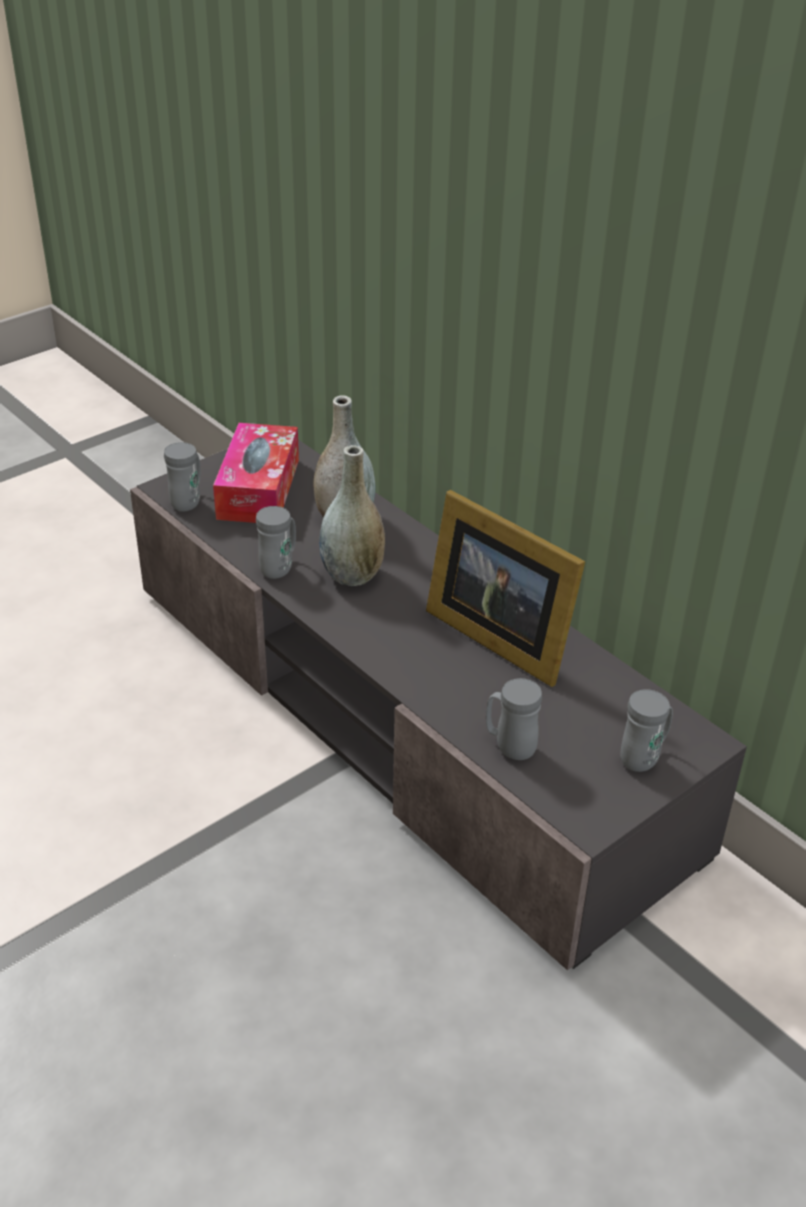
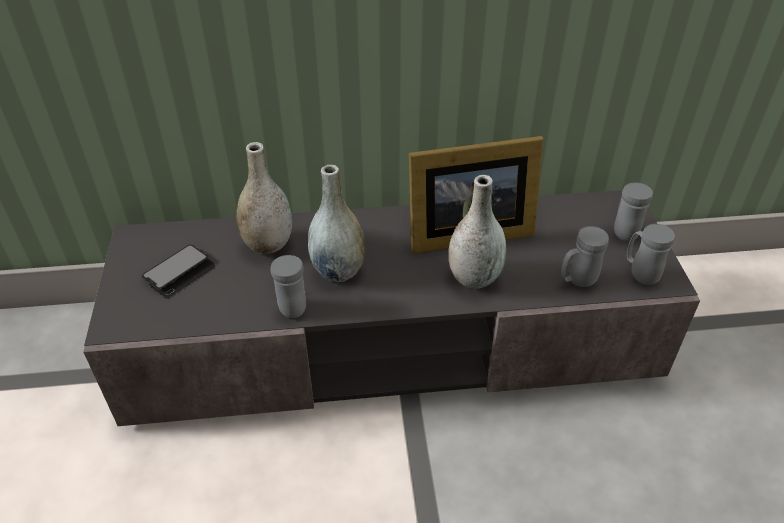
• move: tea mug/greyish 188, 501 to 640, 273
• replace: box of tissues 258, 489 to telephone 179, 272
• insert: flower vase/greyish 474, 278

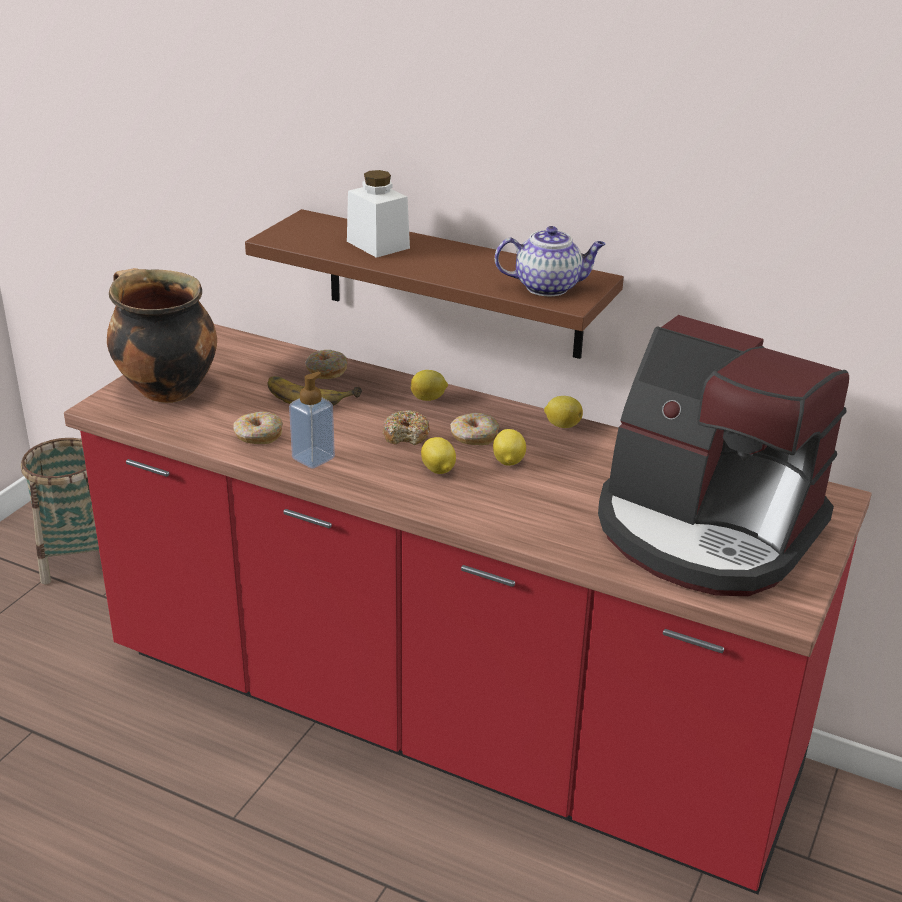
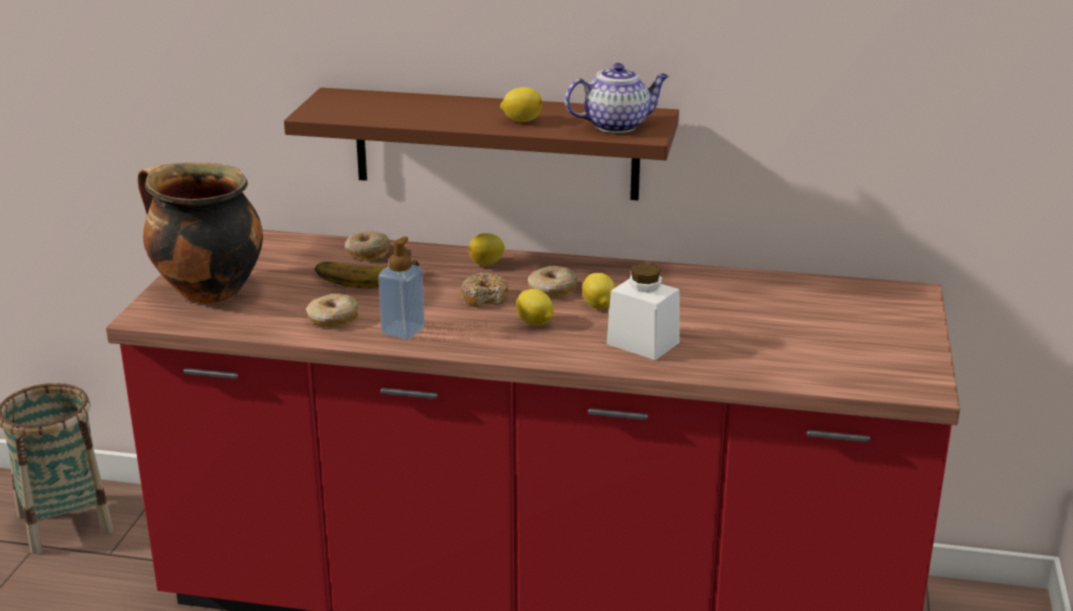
• move: storage jar/white-coloured 378, 244 to 643, 343
• move: whole lemon 562, 425 to 521, 120
• delete: coffee brewer 706, 530

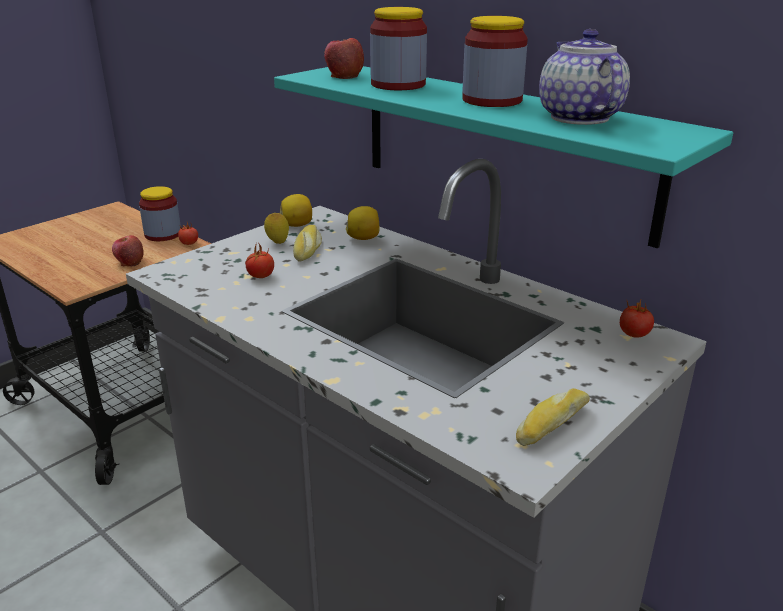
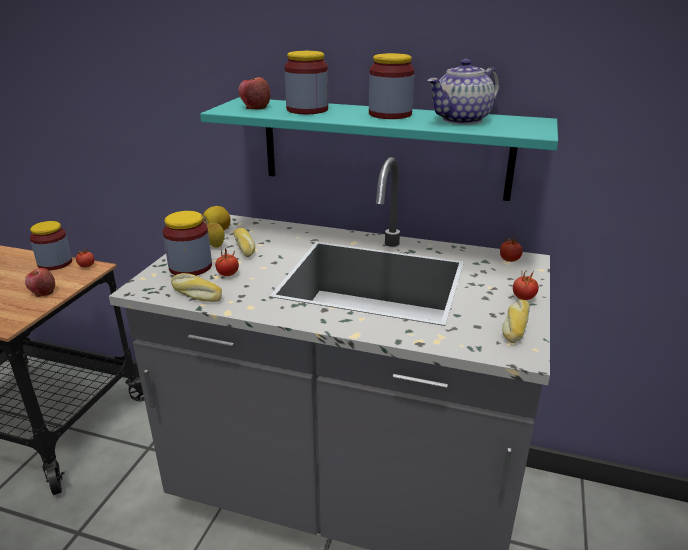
• delete: whole lemon 364, 238
• rotate: tea pot 578, 117 = 461, 120 90 degrees counterclockwise
• insert: storage jar 190, 267
• insert: baked bread 195, 294
• insert: fresh tomato 523, 298

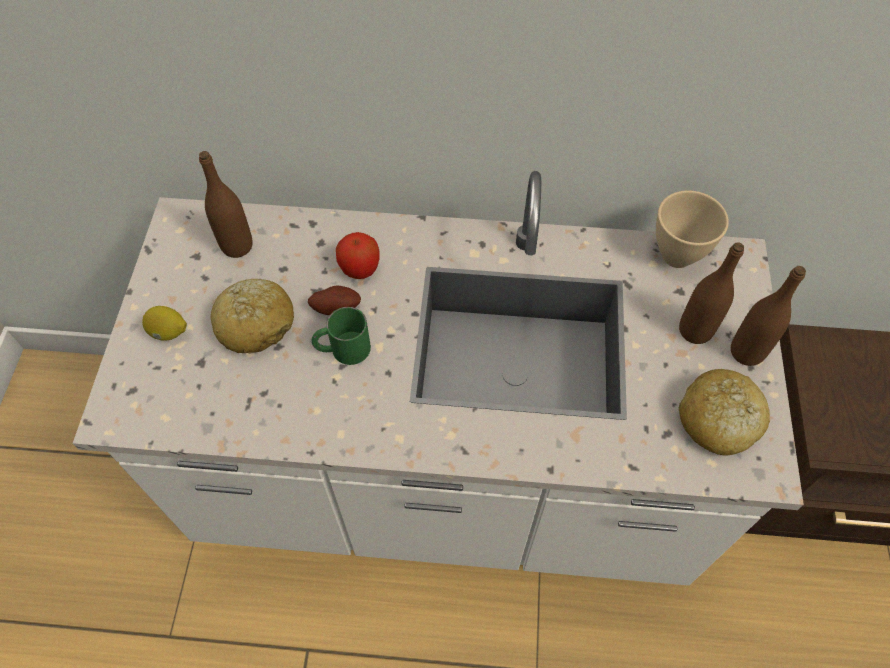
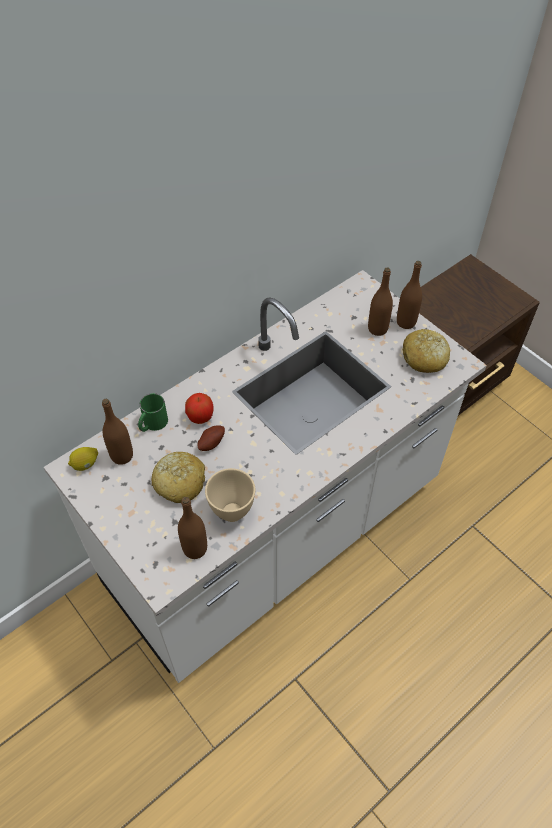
• move: whole lemon 169, 332 to 85, 464
• move: tea mug/greenish 342, 349 to 152, 424
• move: deep dish/beige 678, 256 to 233, 511
• insert: drink bottle/brown-coloured 195, 548

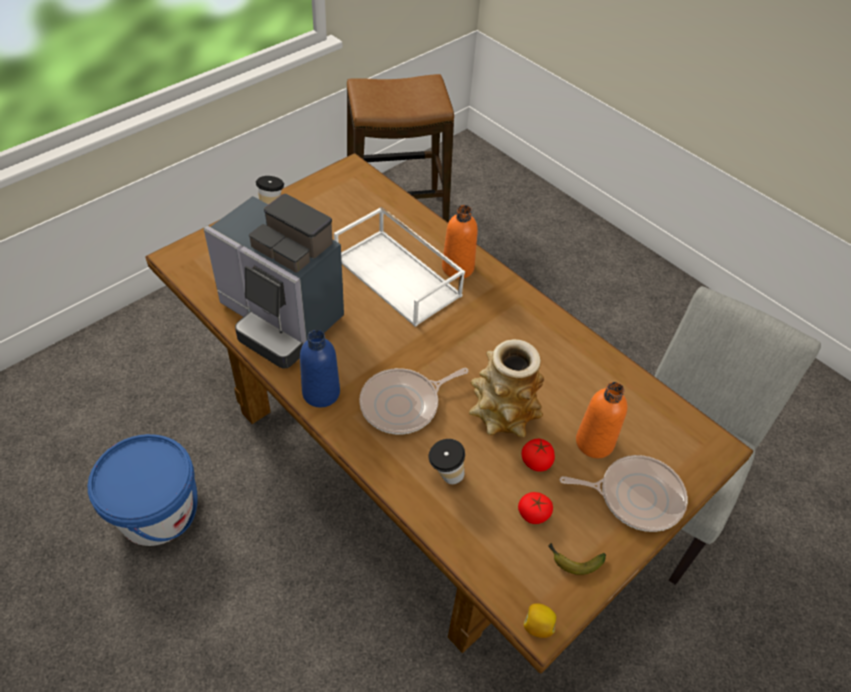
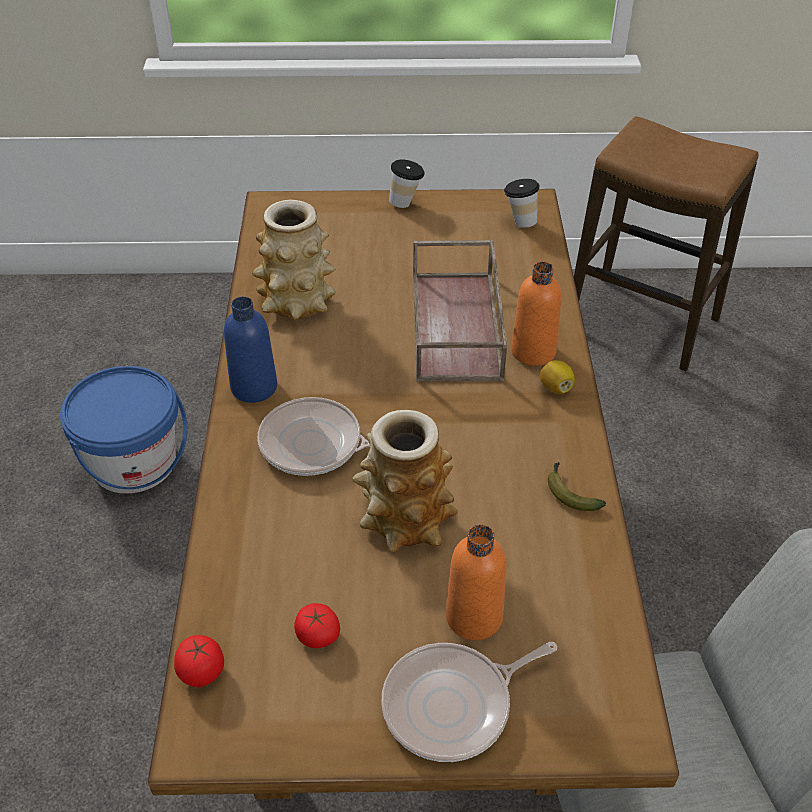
• replace: coffee brewer 281, 318 to flower vase 297, 303
• recolor: carrying tray/white-coloured 399, 277 to carrying tray/brown-coloured 458, 326
• move: small cup 445, 476 to 519, 222
• move: fresh tomato 536, 462 to 202, 671
• move: whole lemon 537, 626 to 555, 387
• move: banana 573, 561 to 569, 492
• rotate: skillet 635, 496 = 453, 705 105 degrees clockwise

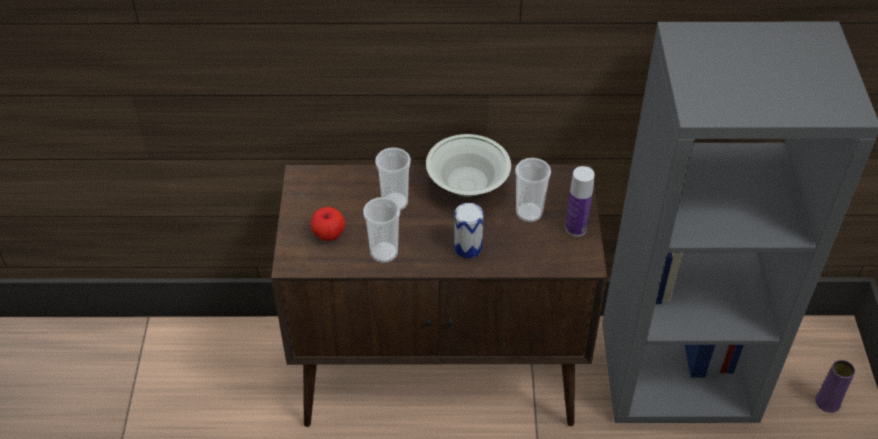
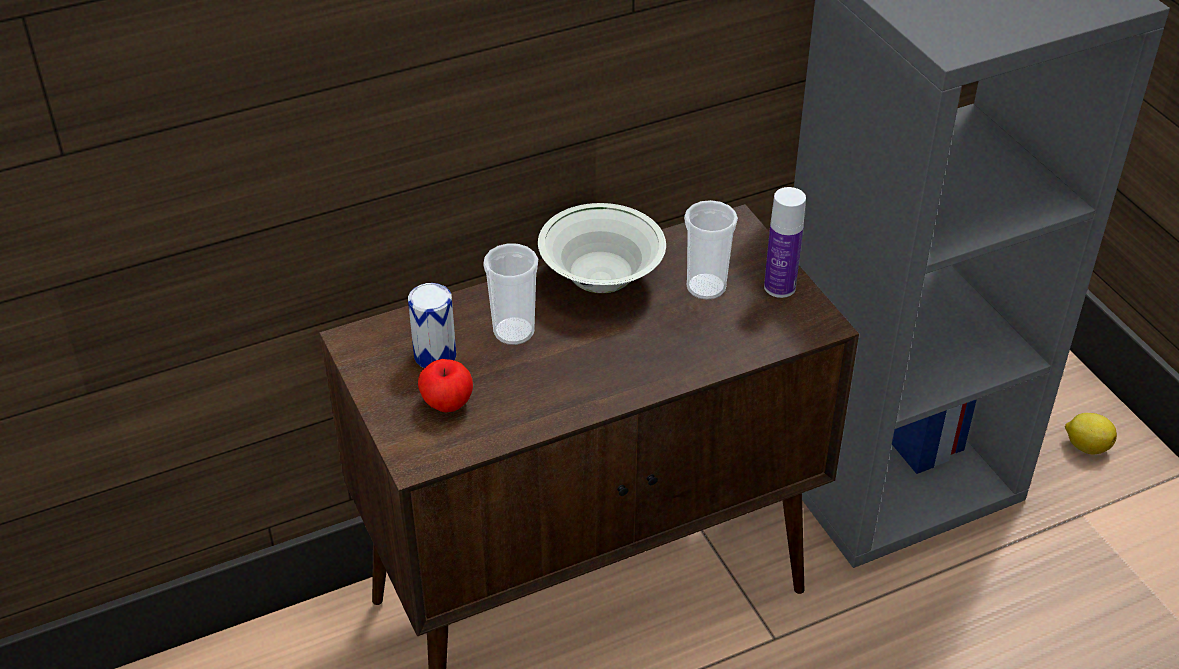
• delete: small cup 384, 253
• move: sealed can 468, 248 to 435, 355
• replace: flower vase/purple-coloured 827, 402 to whole lemon 1086, 446

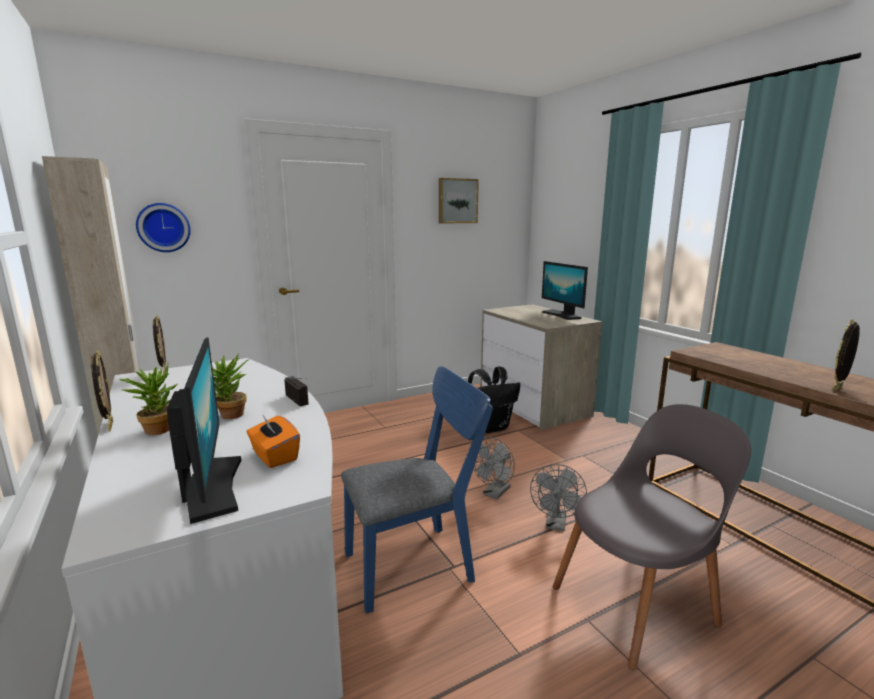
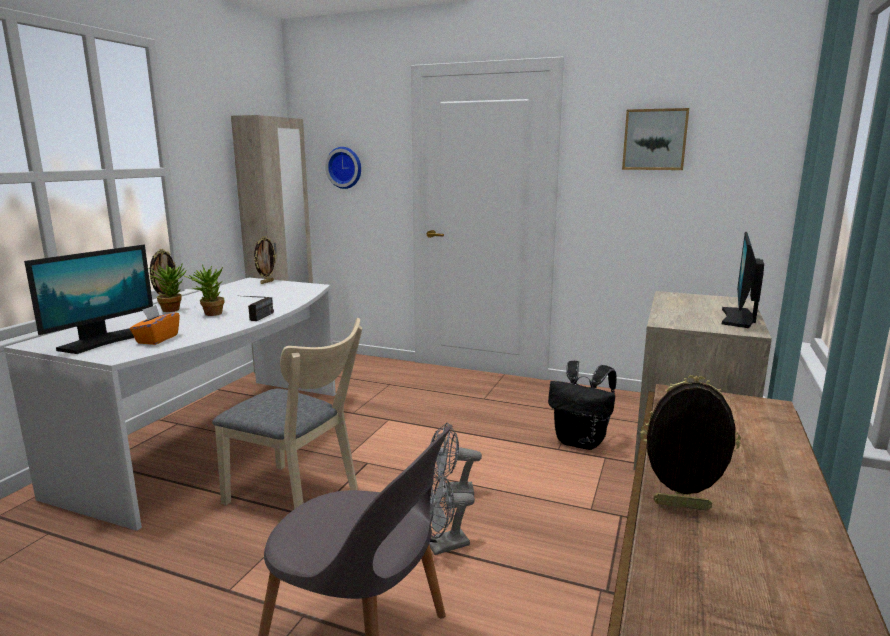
• recolor: upright chair/bluish 418, 563 to upright chair/beige 299, 499

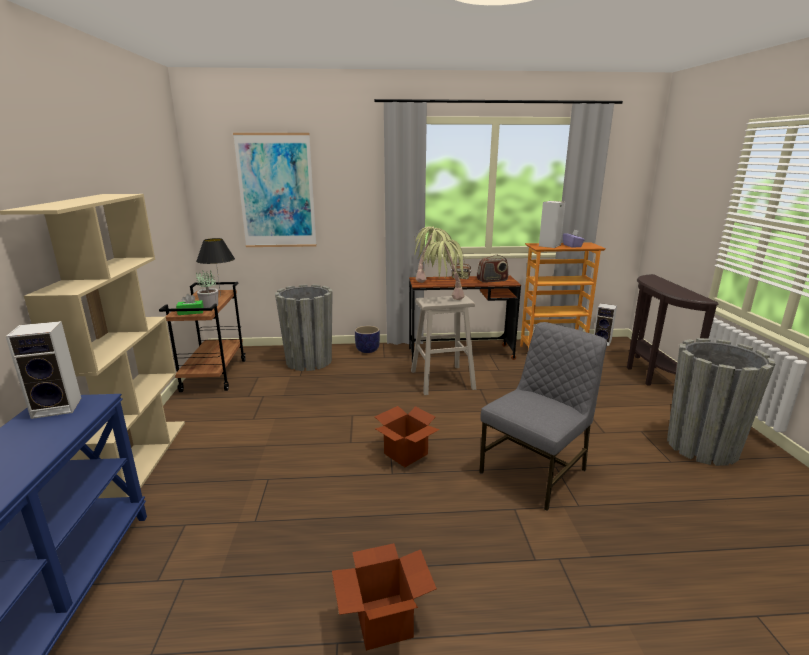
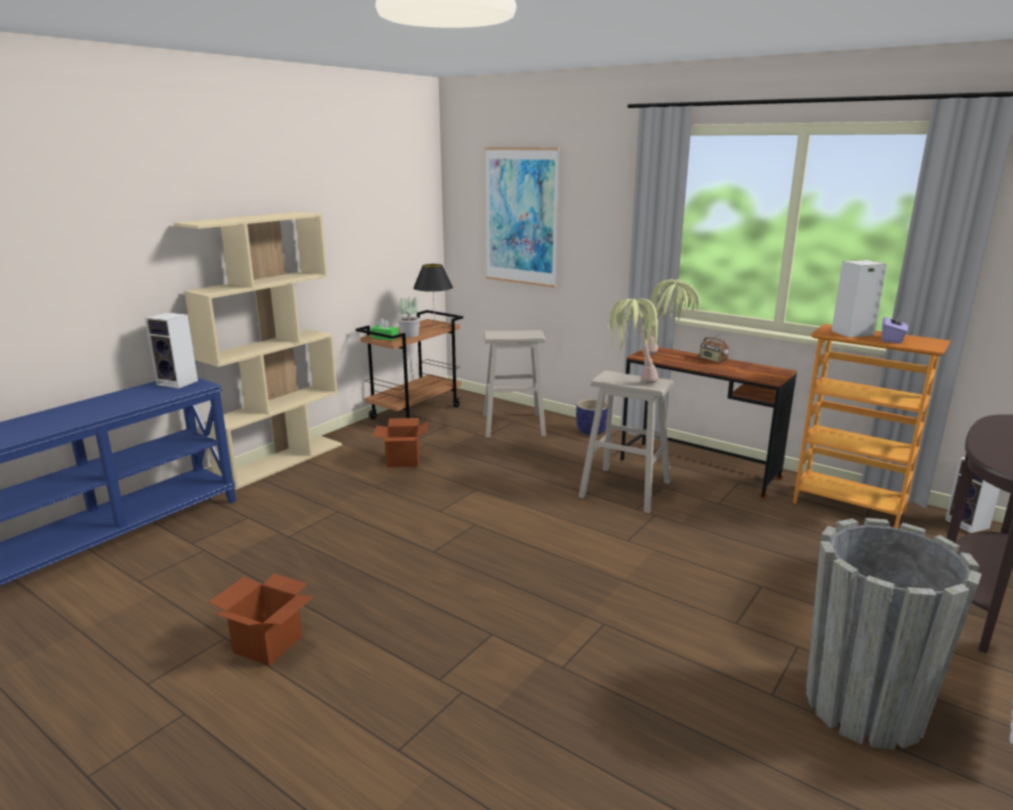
• replace: plant pot/greyish 309, 361 to stool/beige 513, 425
• move: carton 406, 453 to 403, 460
• delete: radio 492, 280
• delete: upright chair/greyish 536, 471

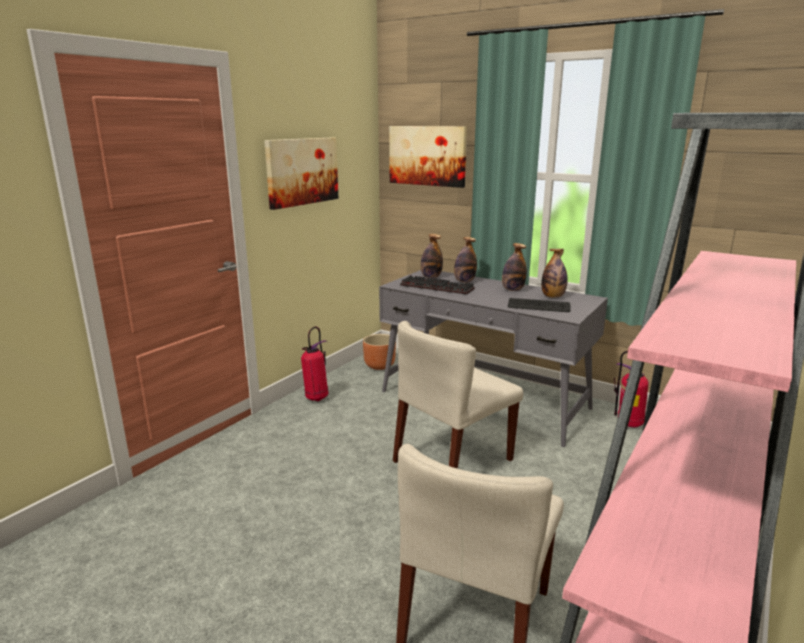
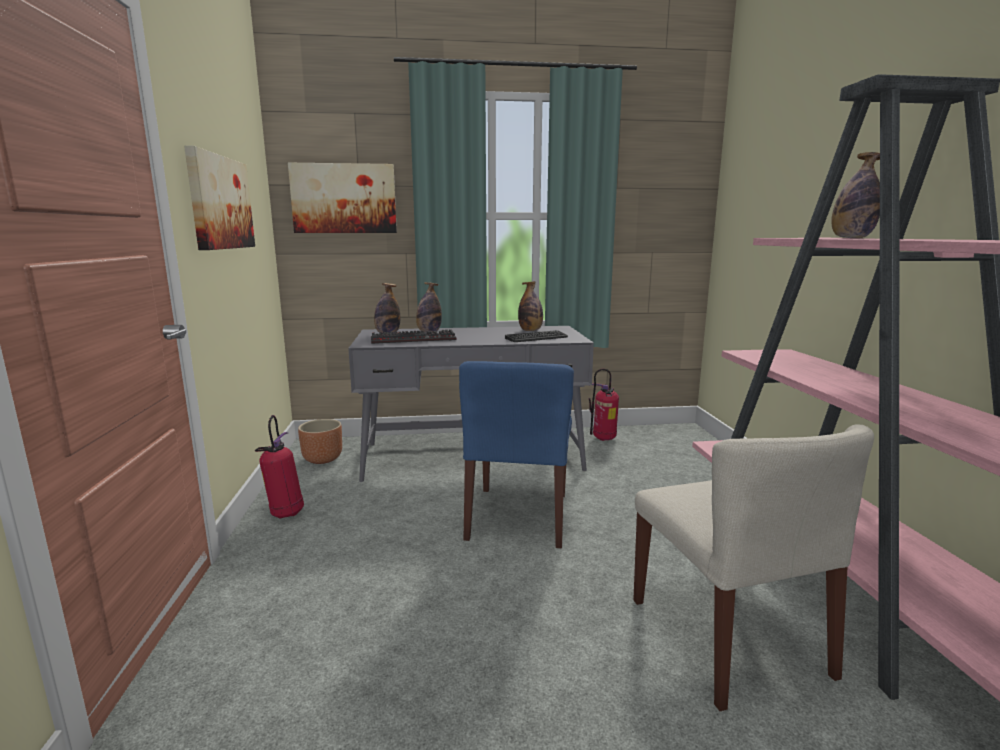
• recolor: upright chair/beige 452, 461 to upright chair/bluish 519, 516
• move: drink bottle 512, 290 to 851, 238

